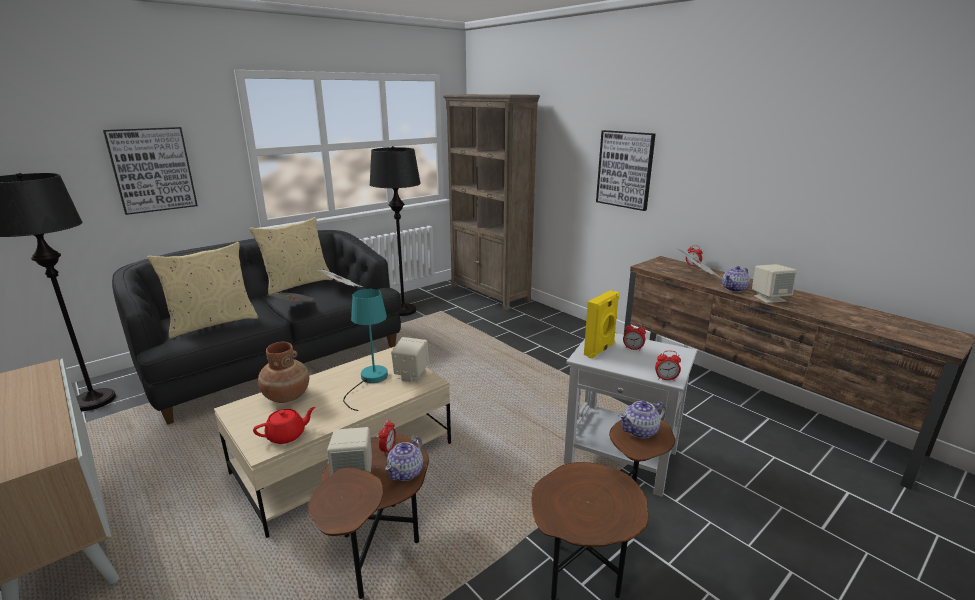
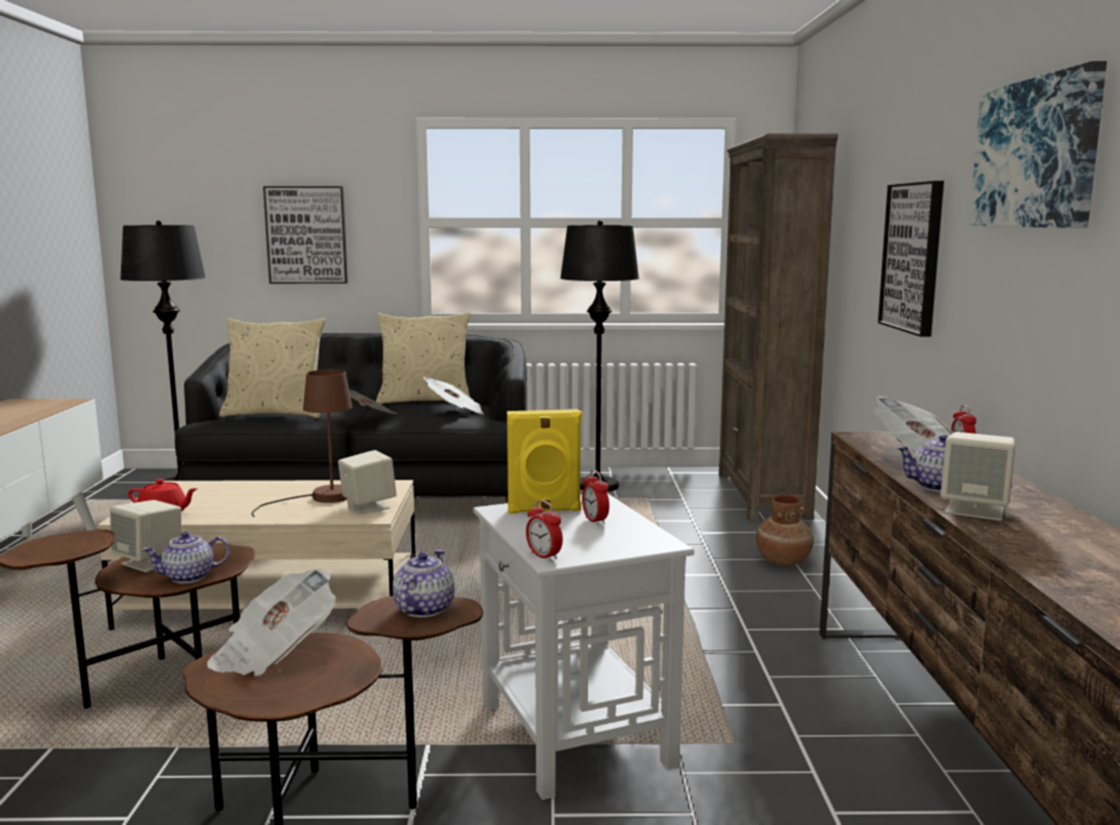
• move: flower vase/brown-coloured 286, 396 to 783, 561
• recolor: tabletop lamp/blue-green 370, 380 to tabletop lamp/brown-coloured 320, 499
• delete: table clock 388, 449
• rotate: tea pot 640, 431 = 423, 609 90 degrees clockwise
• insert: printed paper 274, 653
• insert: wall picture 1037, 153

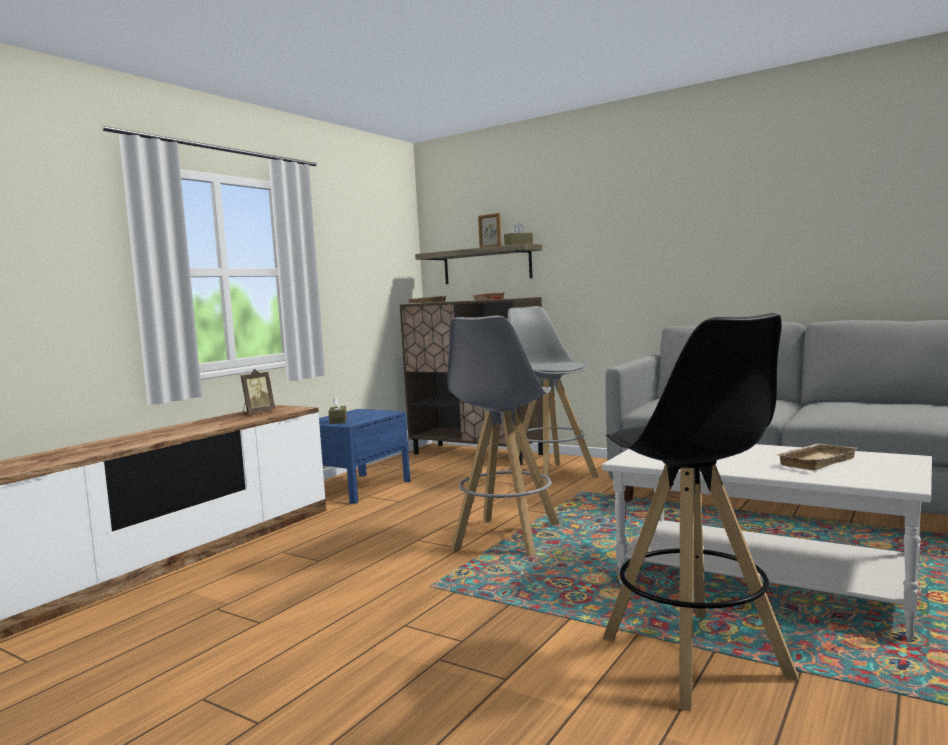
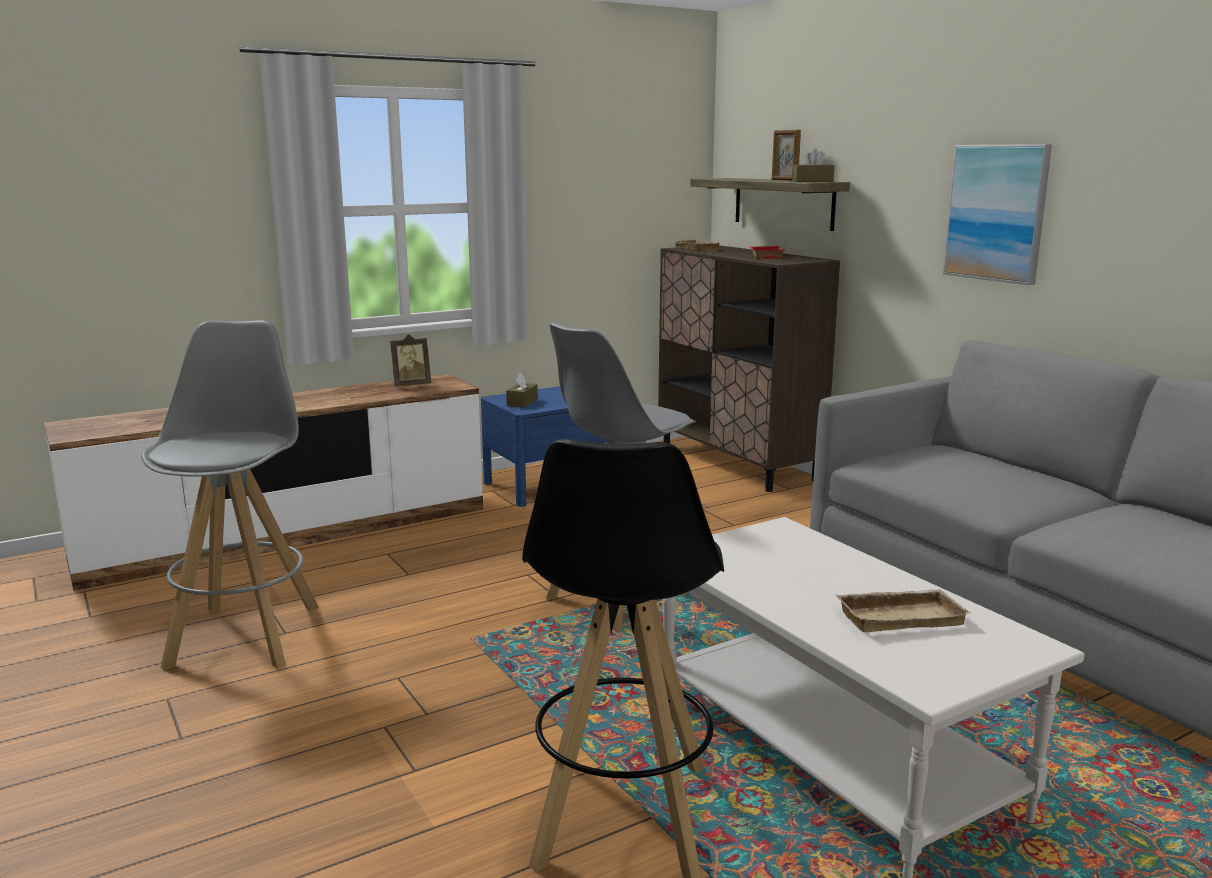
• move: stool/greyish 551, 474 to 246, 635
• insert: wall picture 996, 213

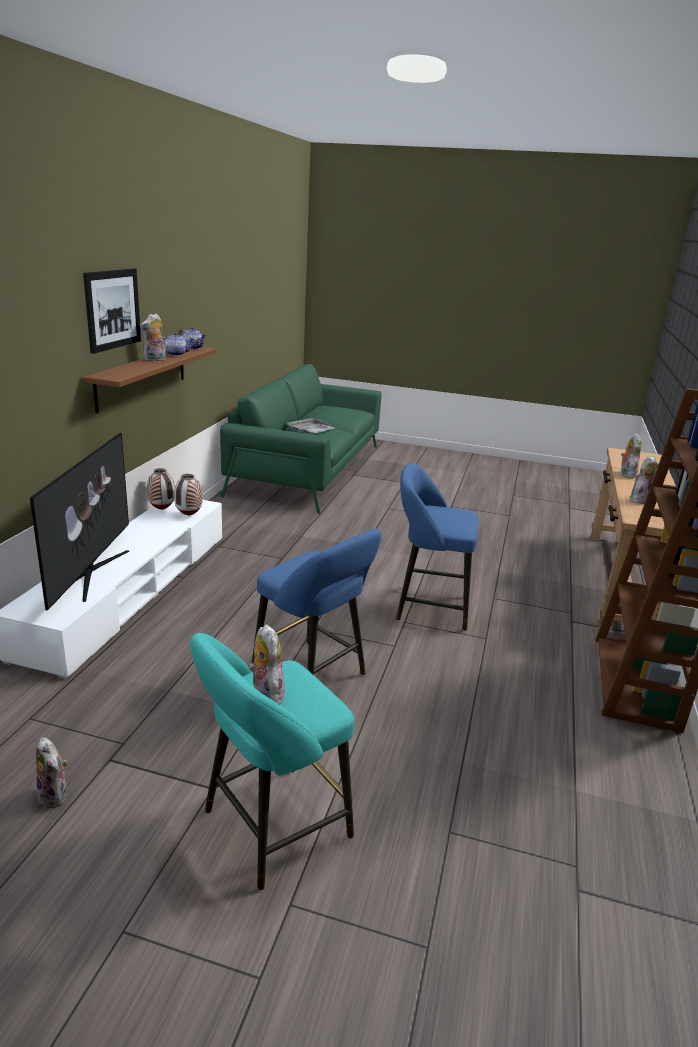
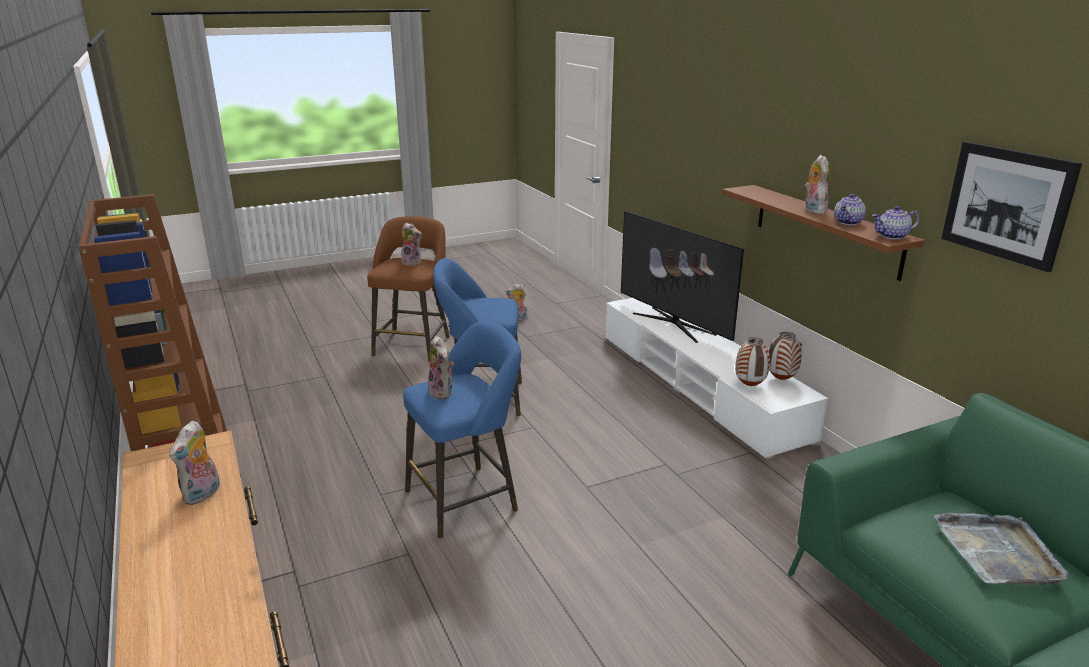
• move: wall picture 113, 309 to 1006, 204
• recolor: stool/blue-green 270, 828 to stool/brown-coloured 413, 345
• move: soft toy 626, 474 to 443, 393

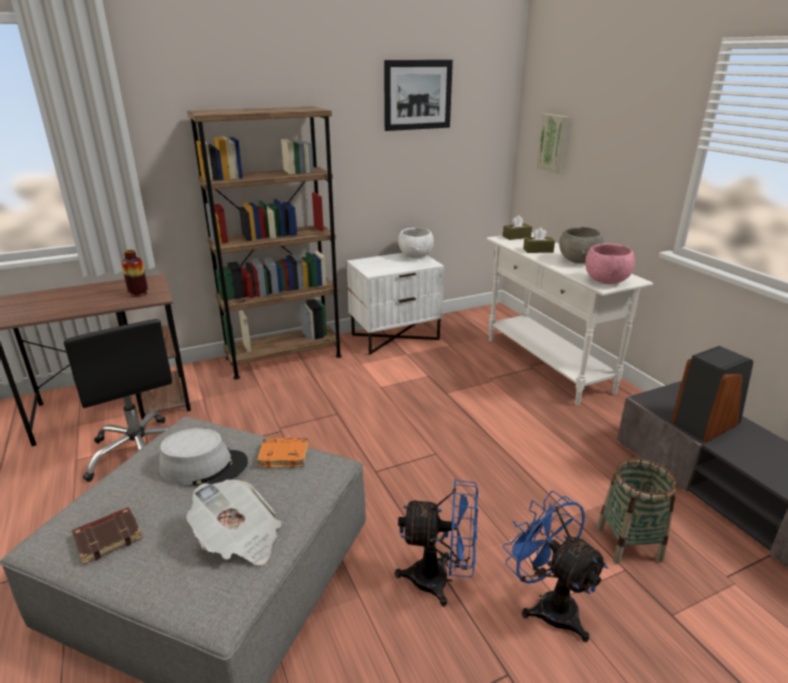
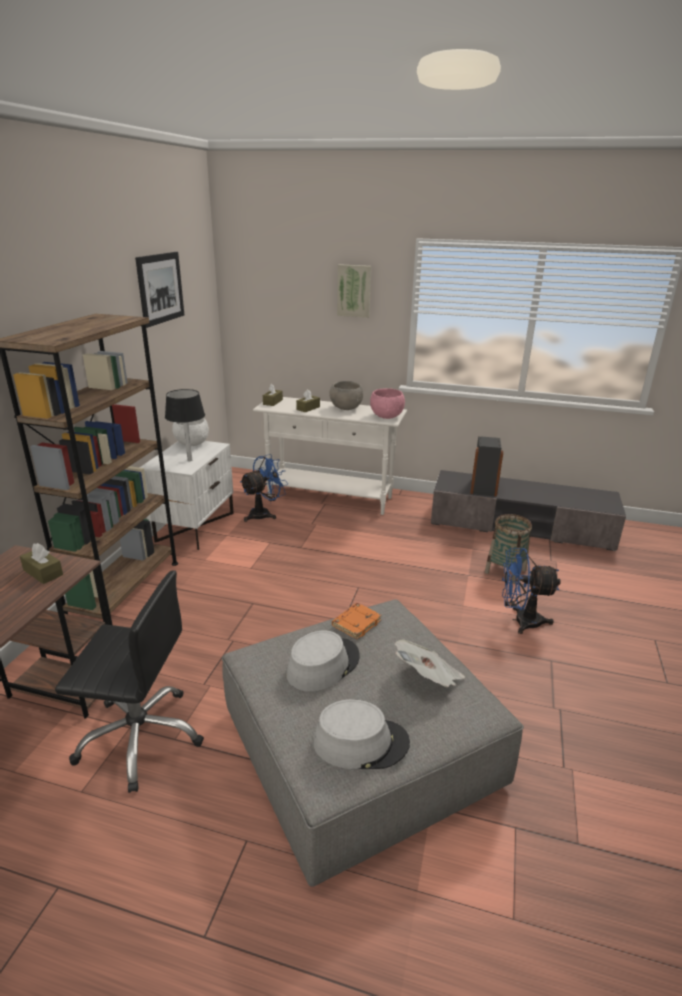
• replace: bound book/brown-coloured 108, 537 to clothing hat/greyish 361, 742
• replace: flower vase 138, 294 to box of tissues/brown-coloured 43, 572
• move: fan/bluish 440, 580 to 264, 514
• move: wall picture 554, 143 to 354, 291
• insert: tabletop lamp/black 190, 460

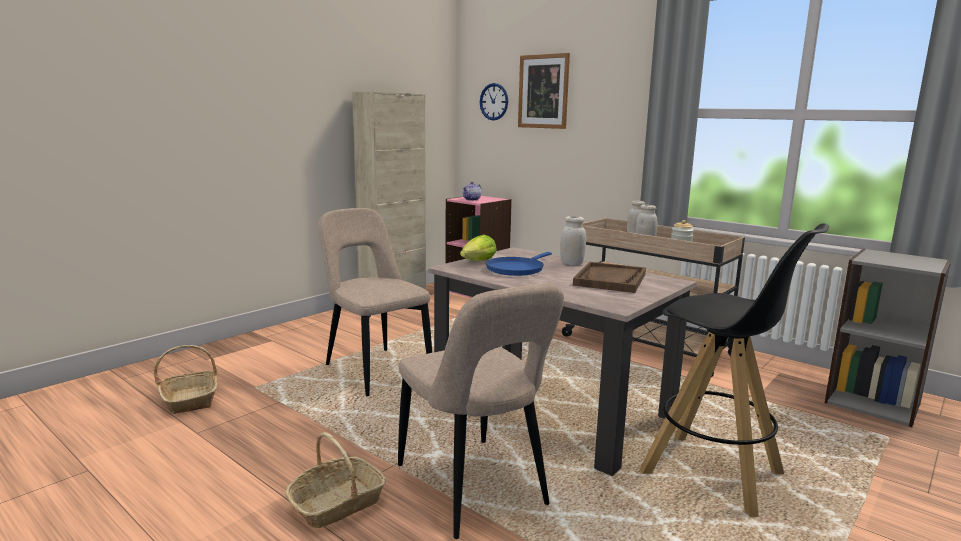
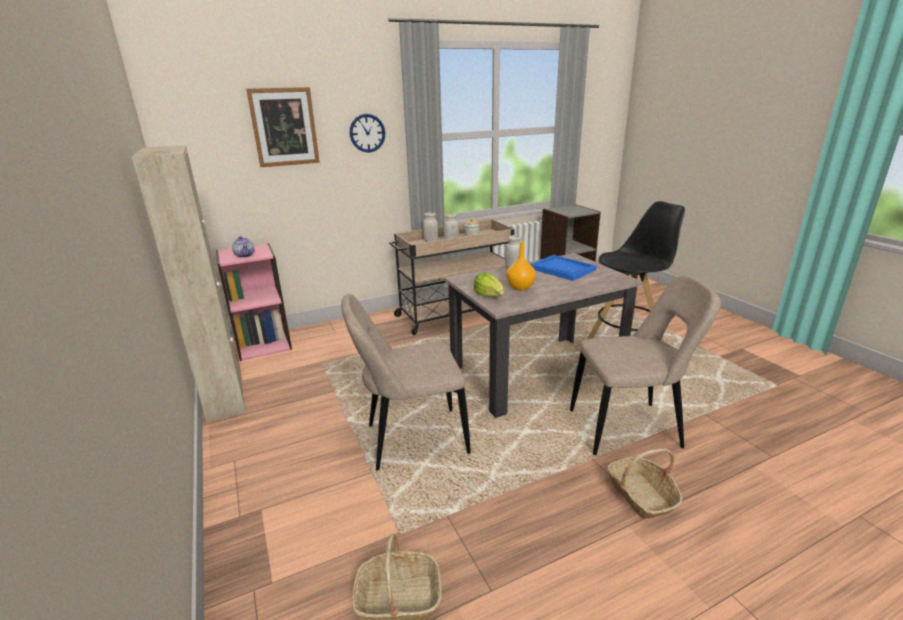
• move: wall clock 494, 101 to 367, 133
• replace: skillet/bluish 516, 269 to flower vase/orange-coloured 520, 287
• recolor: carrying tray/brown-coloured 610, 280 to carrying tray/bluish 562, 269

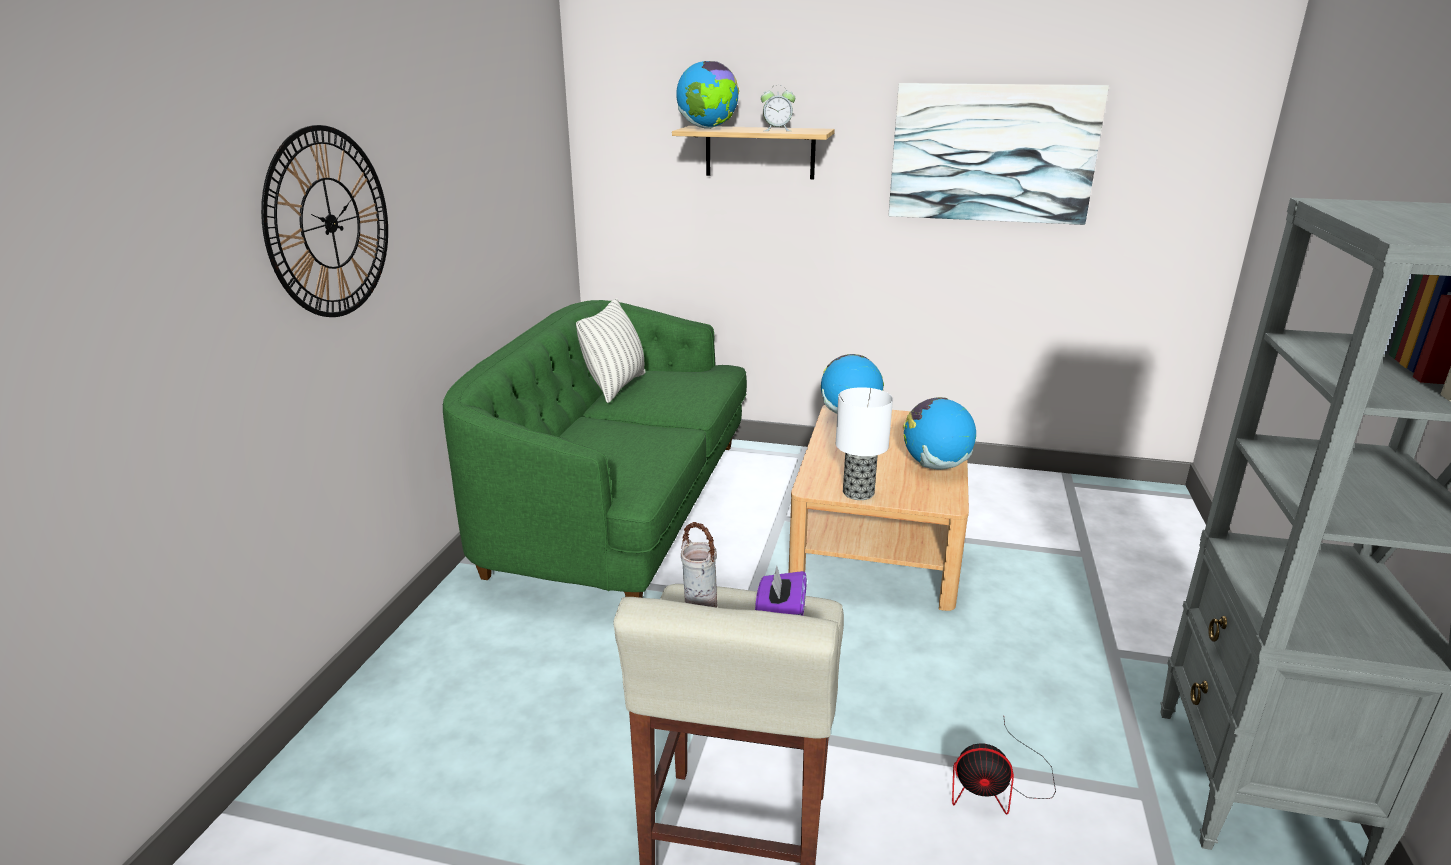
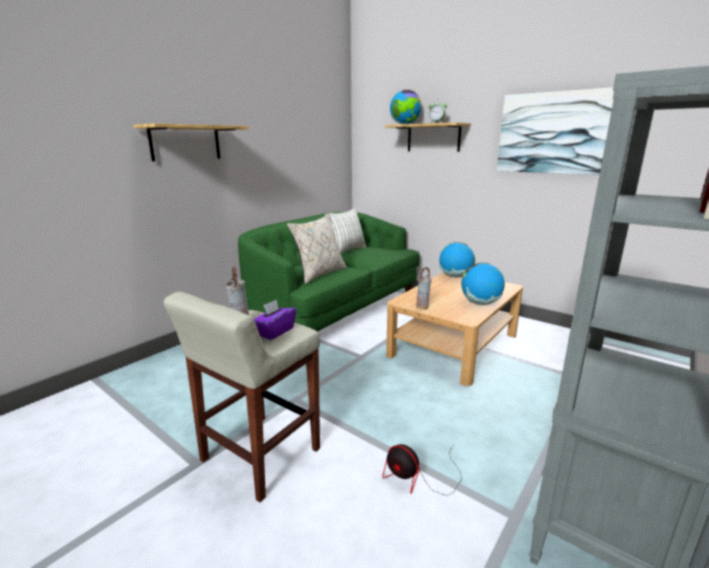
• replace: wall clock 330, 223 to wall shelf 185, 143
• replace: tabletop lamp 859, 493 to flower vase 422, 307
• insert: pillow/beige 319, 274

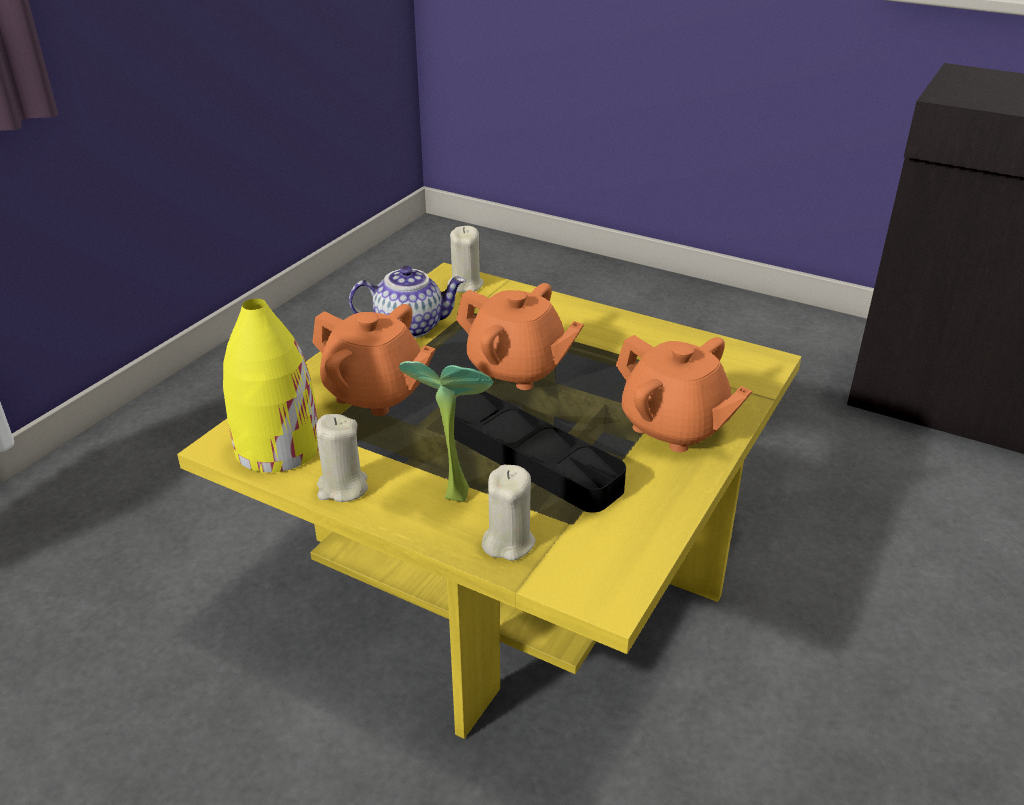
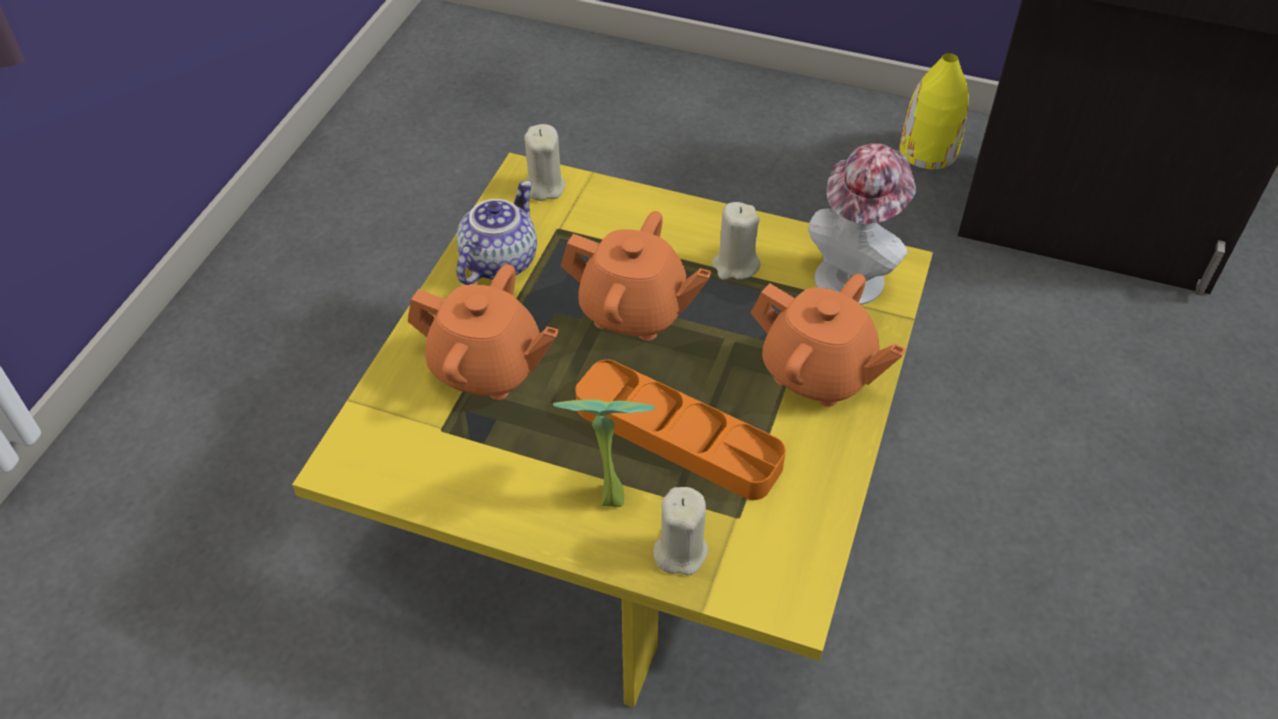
• move: flower vase/yellow-coloured 277, 447 to 927, 151
• move: candle/beige 342, 488 to 735, 265
• rotate: tea pot 410, 326 = 498, 261 45 degrees counterclockwise
• recolor: carrying tray/black 530, 458 to carrying tray/orange-coloured 677, 436
• insert: clothing hat 853, 273

